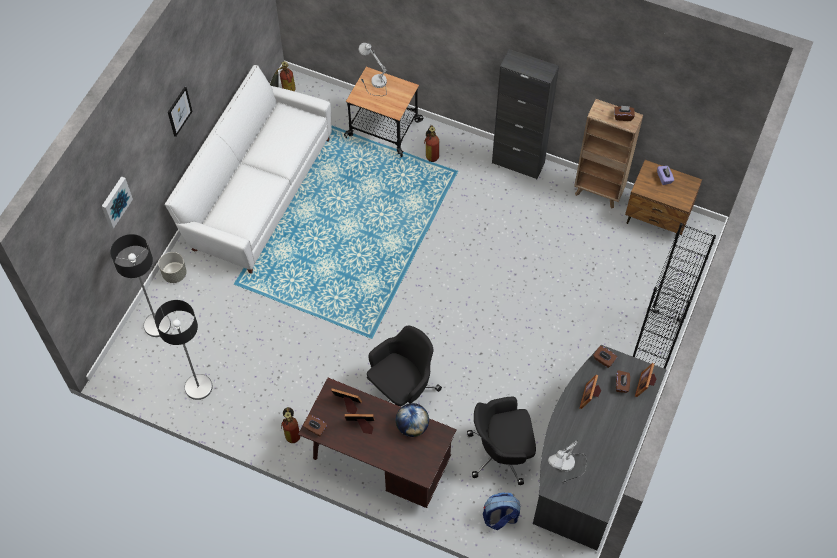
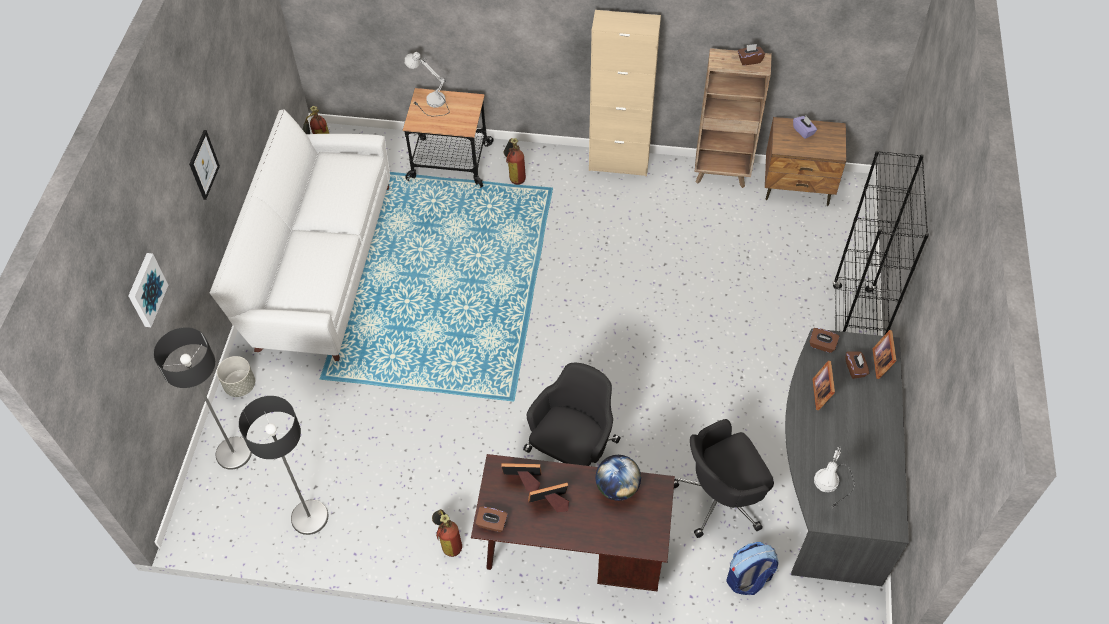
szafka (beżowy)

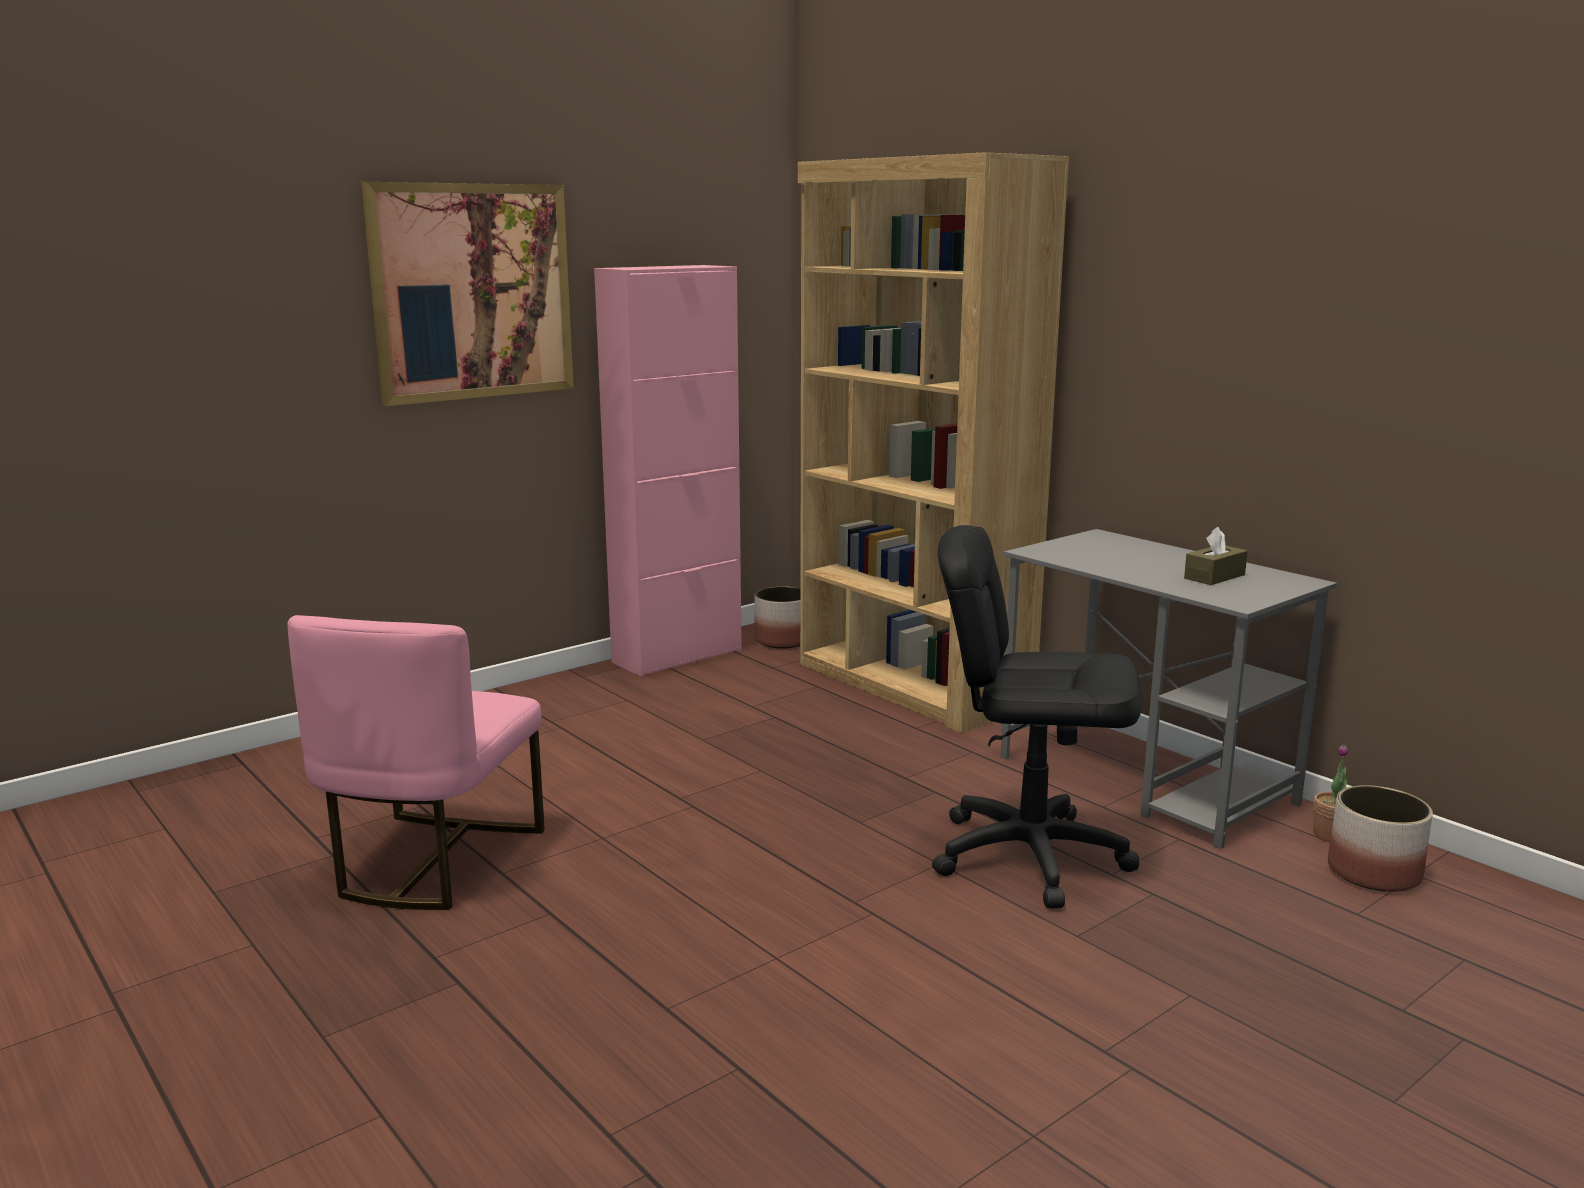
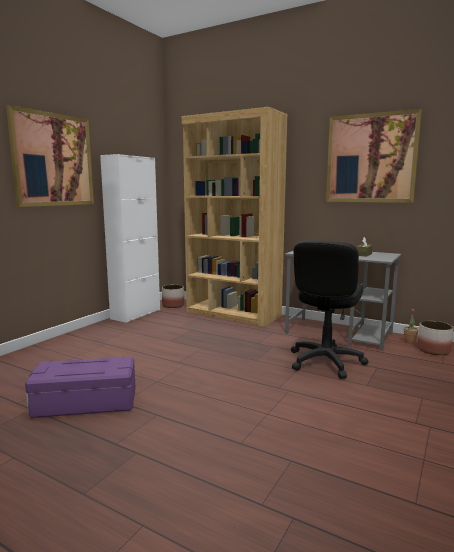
obraz (no. 2 from left)
pojemnik do przechowywania (fioletowy)
szafka (biały)
krzesło biurowe (czarny)

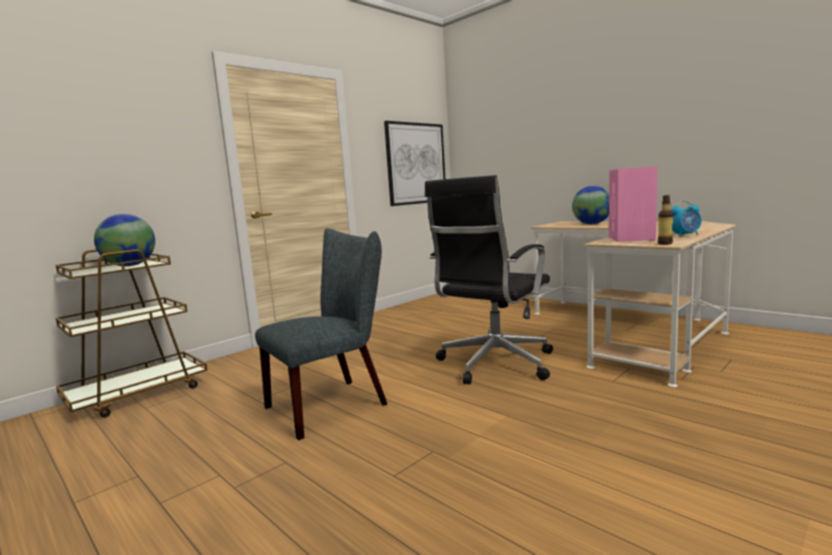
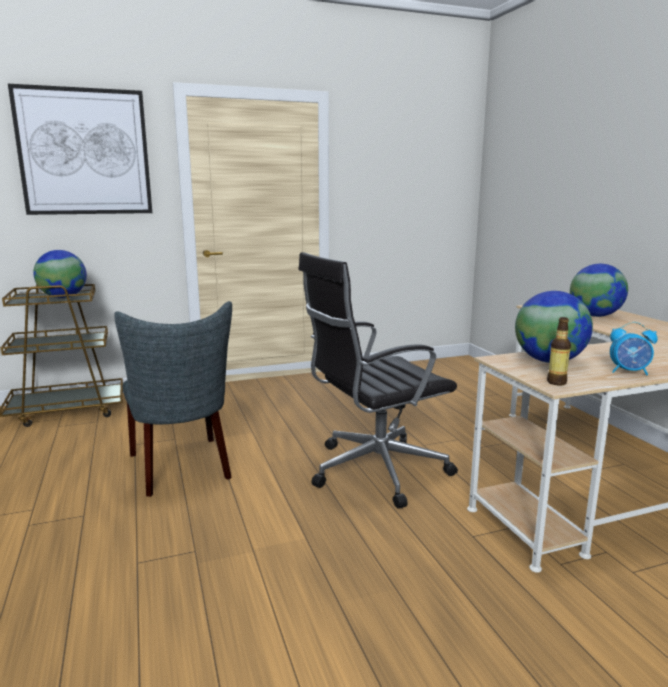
obraz
globus (no. 2 from left)
krzesło (szary)

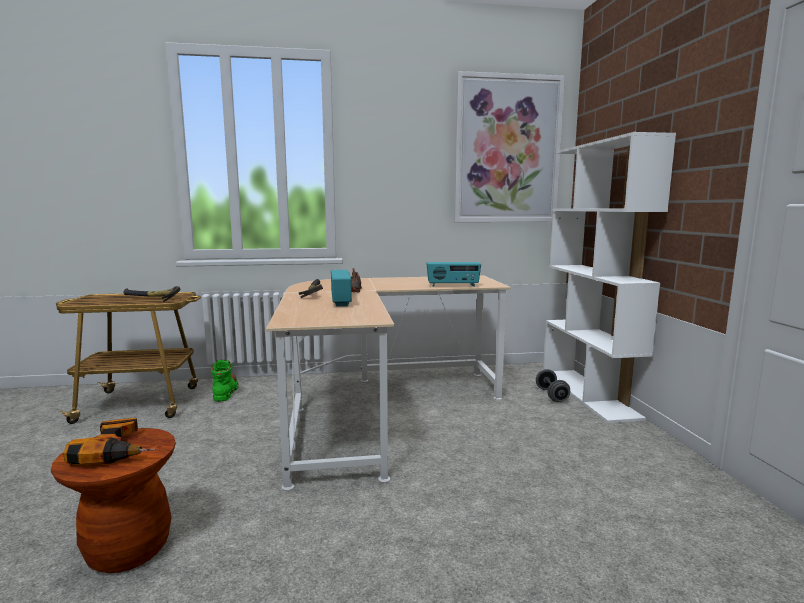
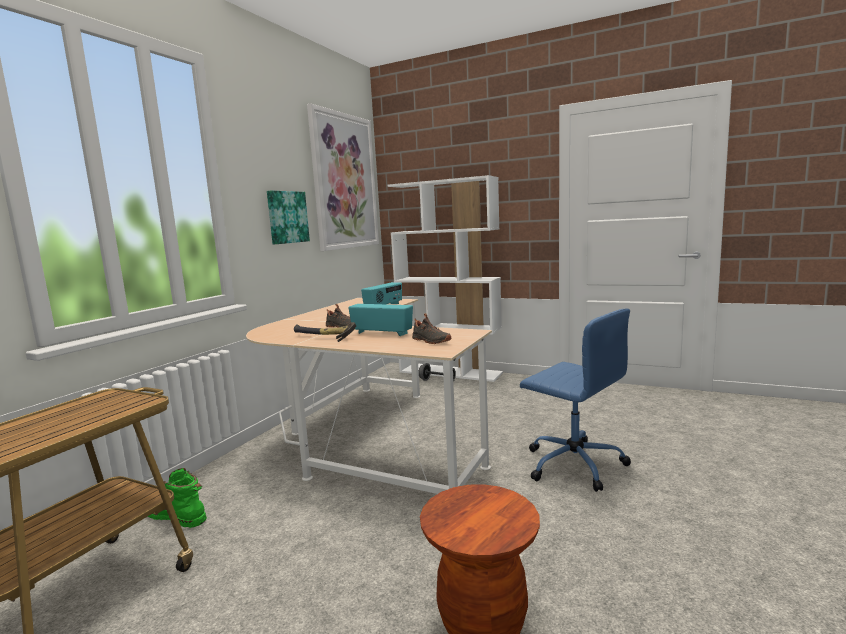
wiertarka
młotek (no. 1 from left in the first image)
obraz (no. 1 from left)
but (czarny) (no. 2 from left)
krzesło biurowe (niebieski)

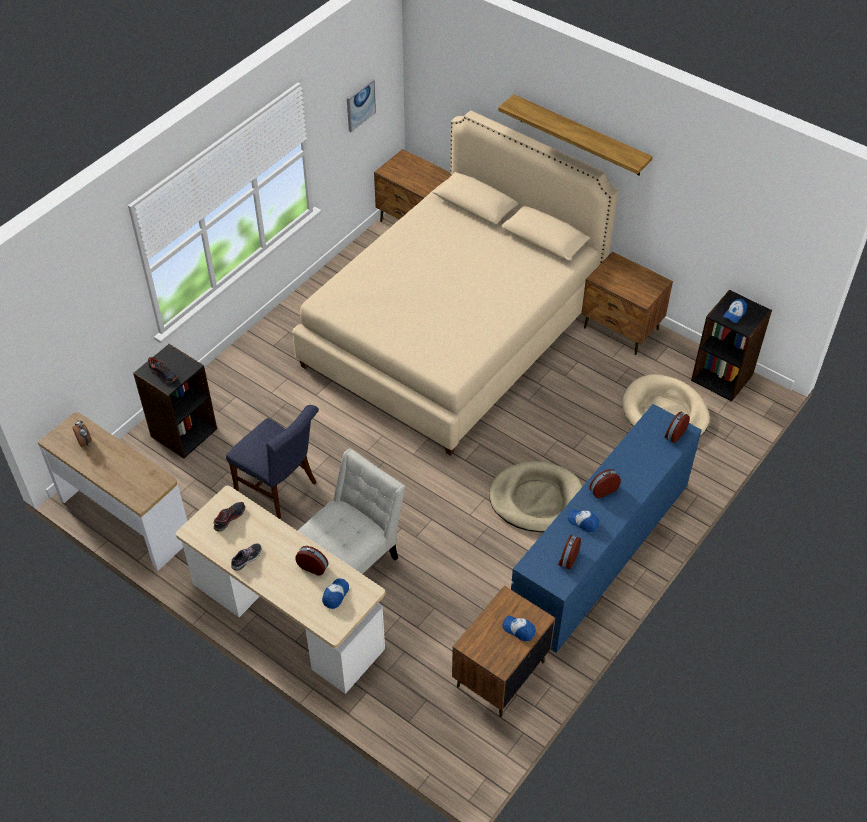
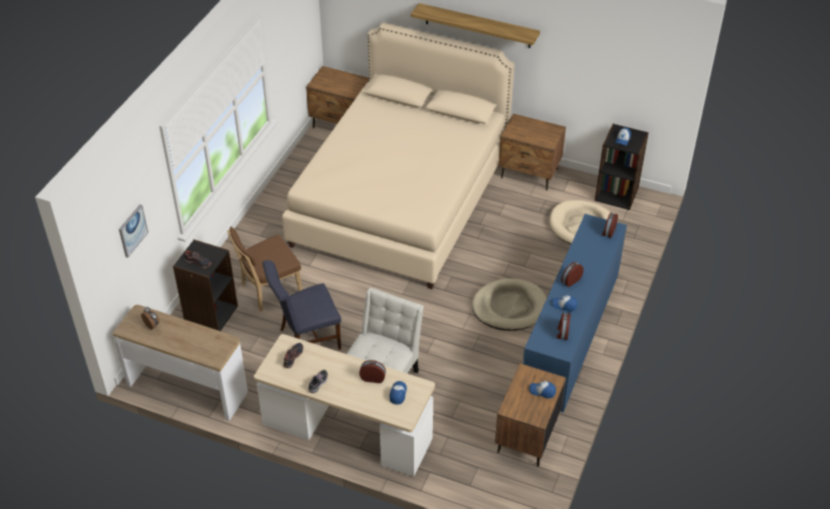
krzesło (brązowy)
obraz
krzesło (niebieski)

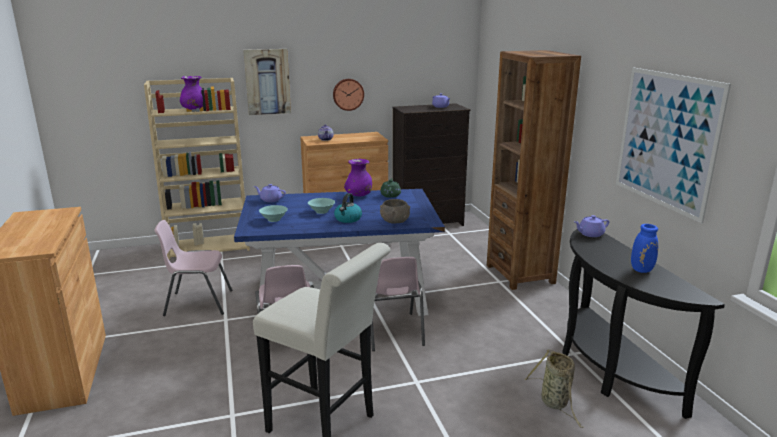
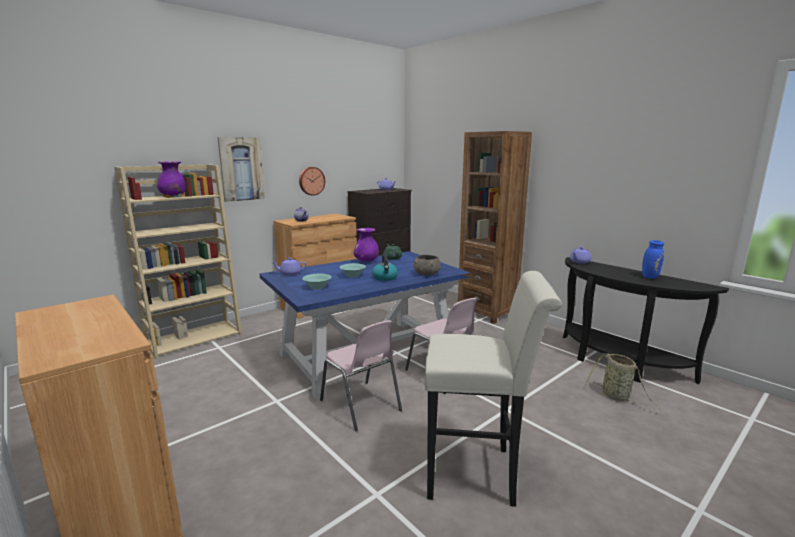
krzesło (różowy) (no. 1 from left in the first image)
obraz (no. 2 from left in the first image)

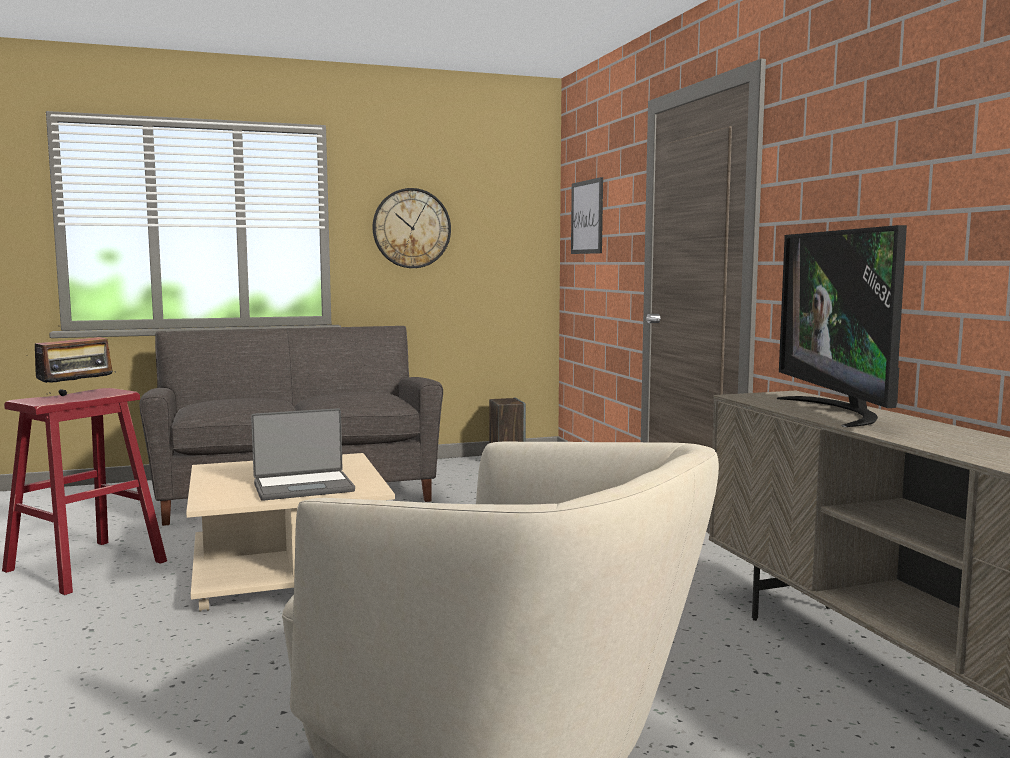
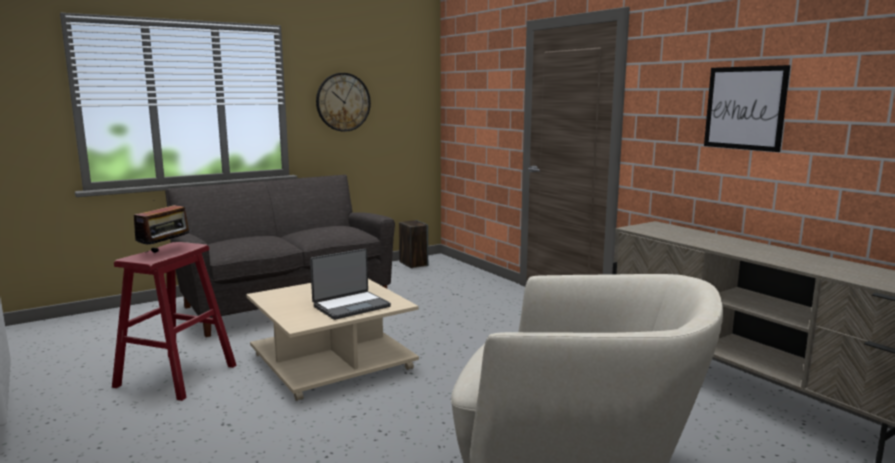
telewizor
obraz

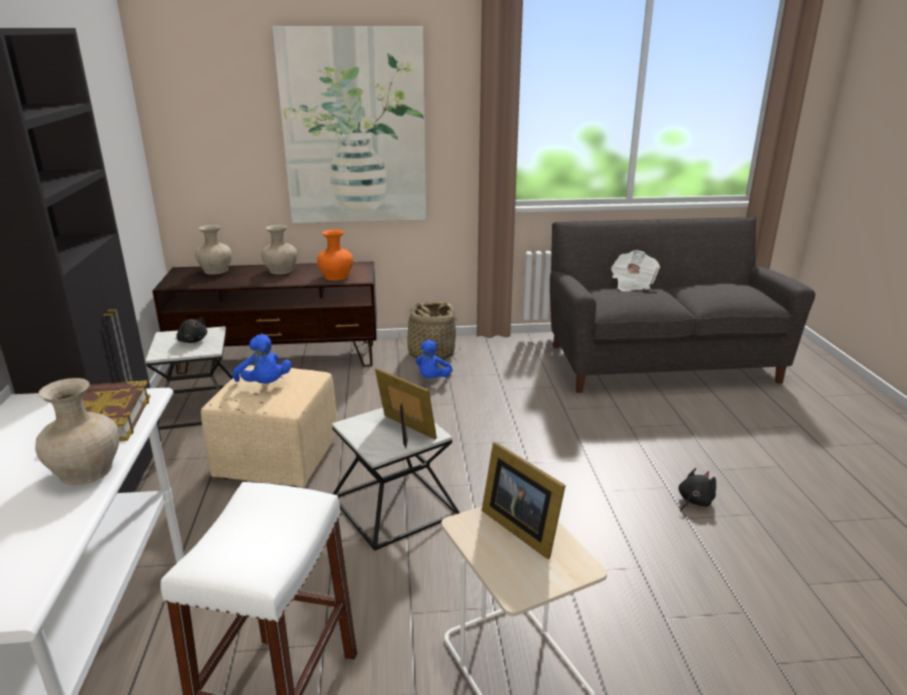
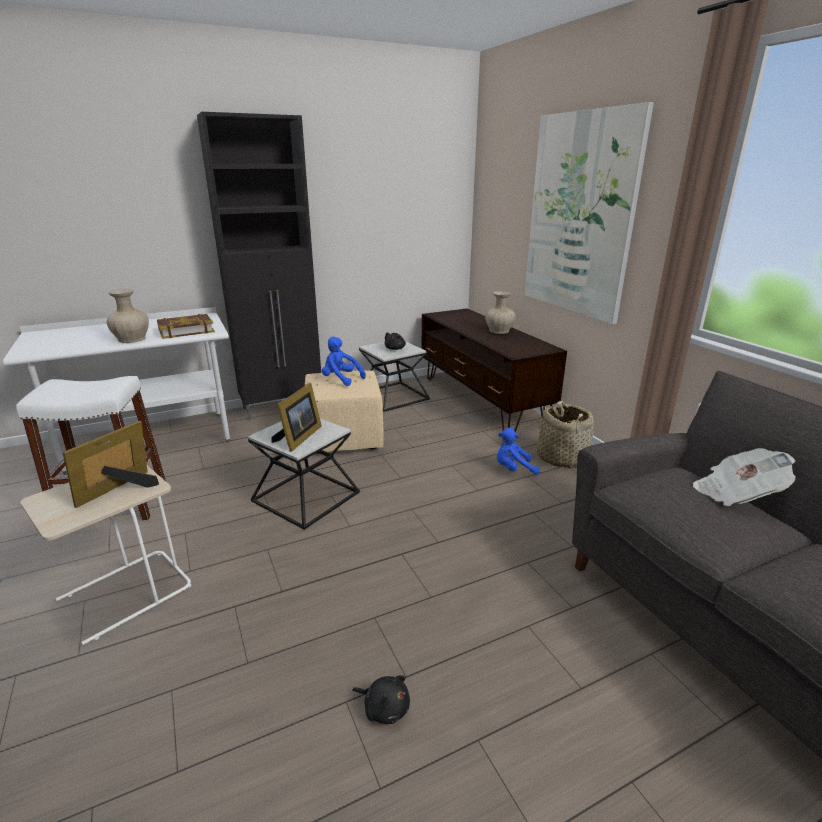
wazon (beżowy) (no. 2 from left in the first image)
wazon (pomarańczowy)
pluszak (niebieski) (no. 1 from left)

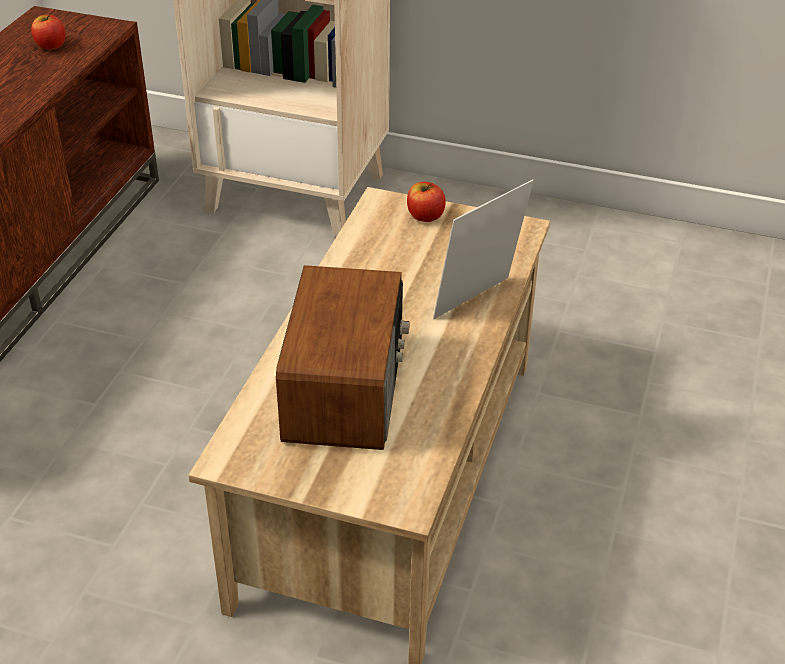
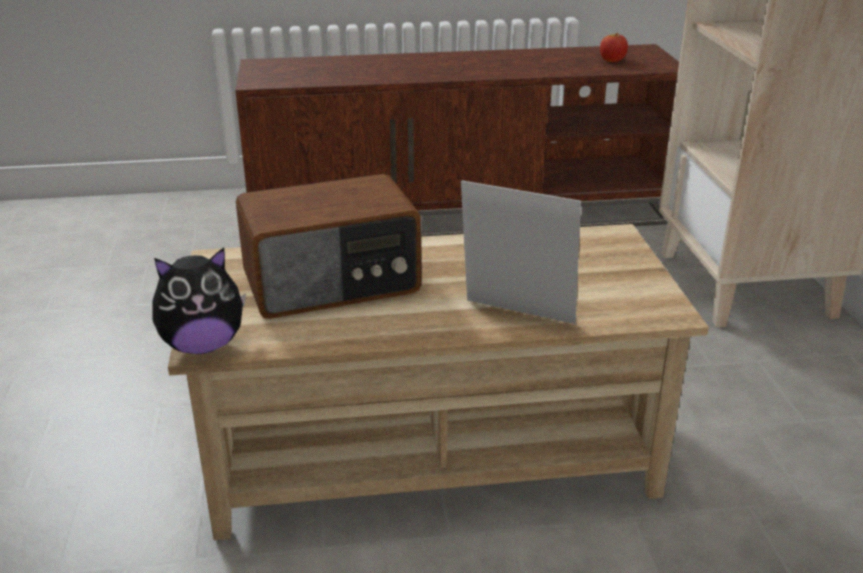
jabłko (no. 2 from left in the first image)
pluszak

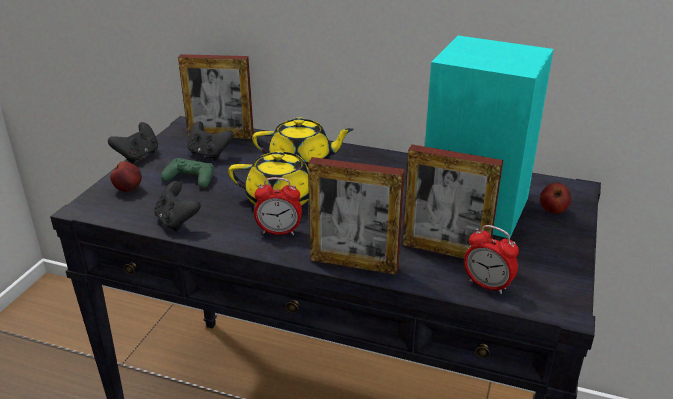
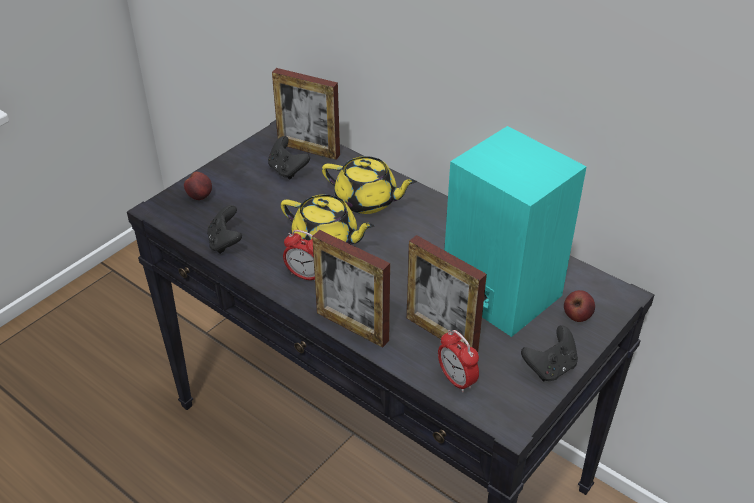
pad do gier (zielony)
pad do gier (czarny) (no. 3 from left)

